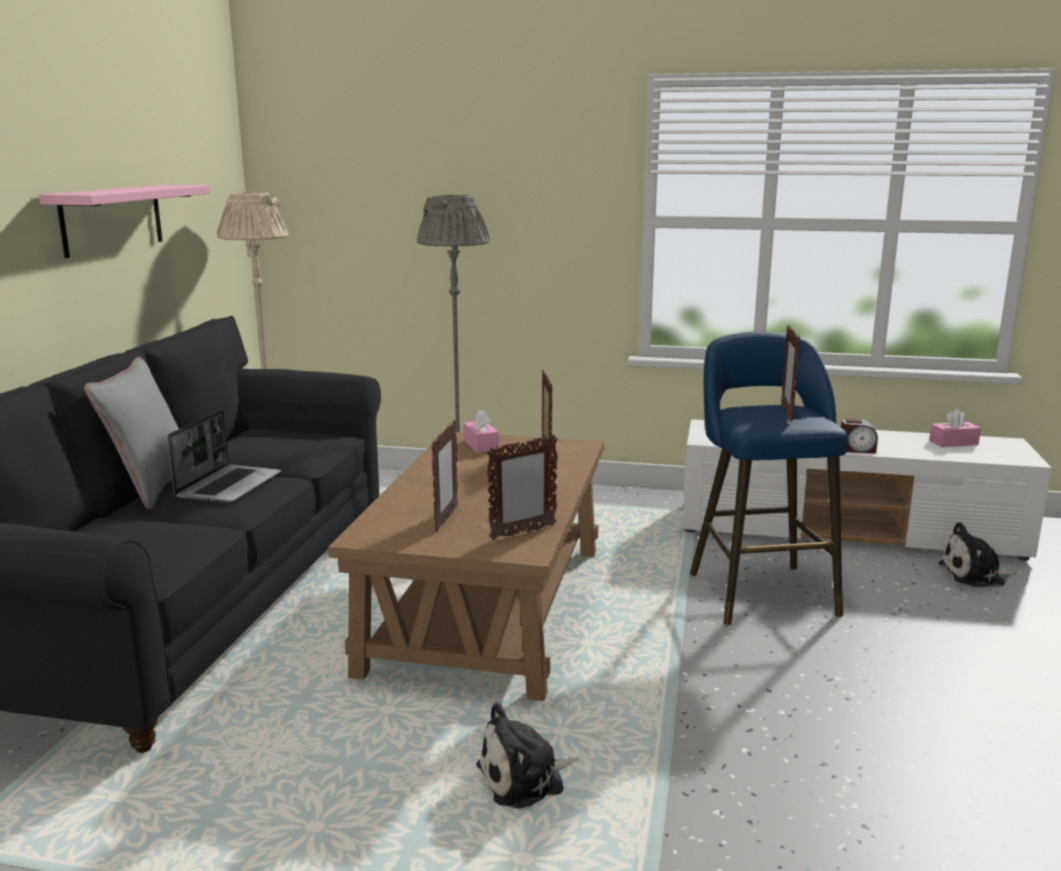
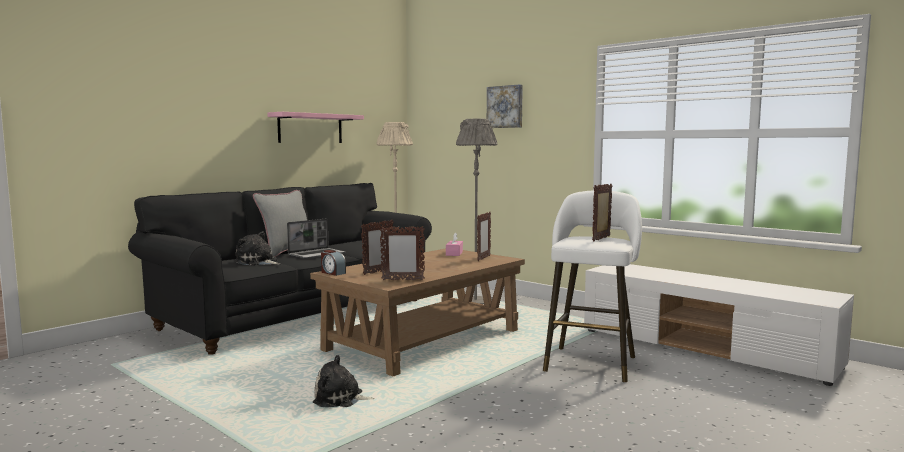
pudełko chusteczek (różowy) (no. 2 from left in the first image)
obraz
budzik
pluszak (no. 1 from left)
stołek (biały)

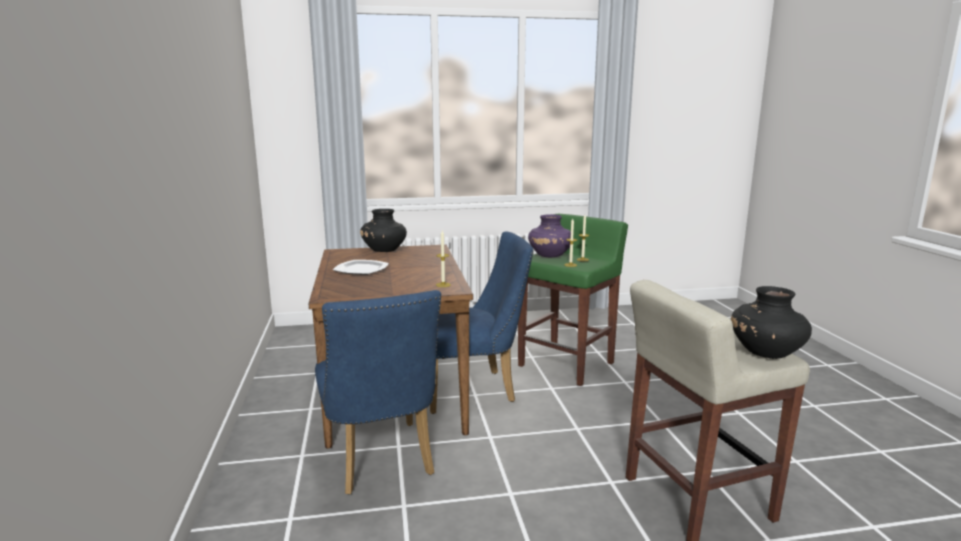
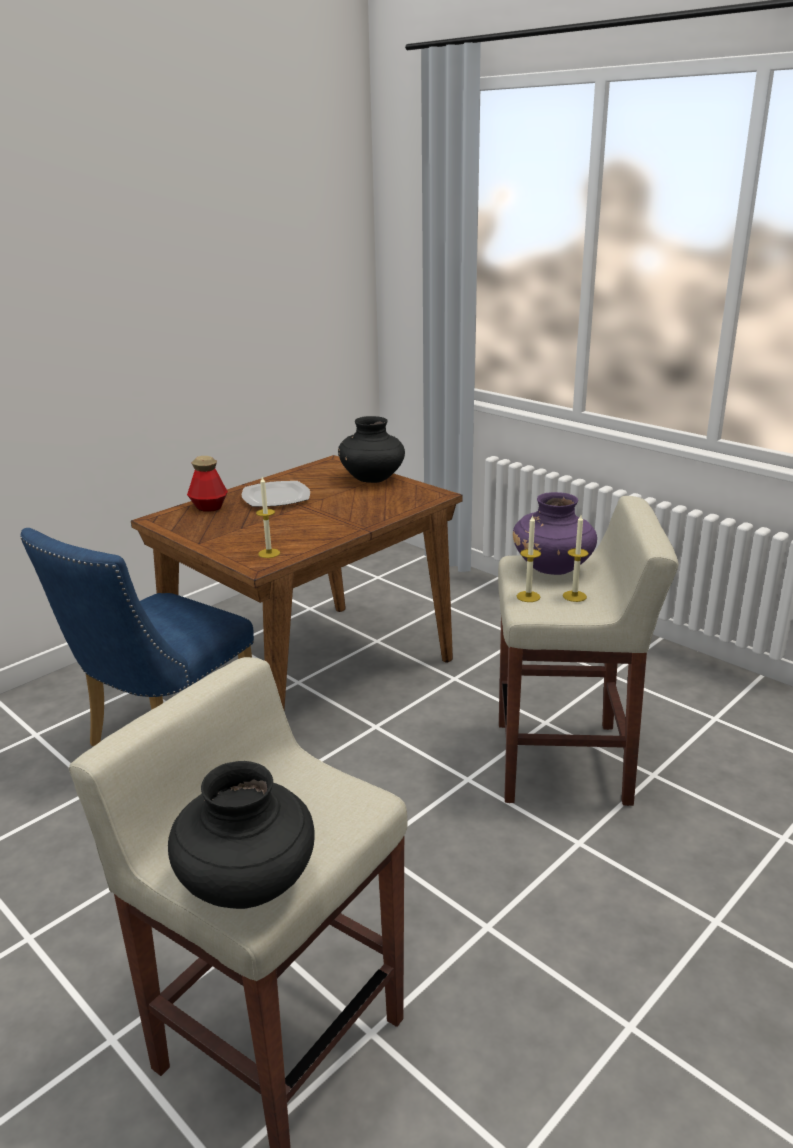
krzesło (niebieski) (no. 2 from left in the first image)
butelka
stołek (beżowy) (no. 2 from left)

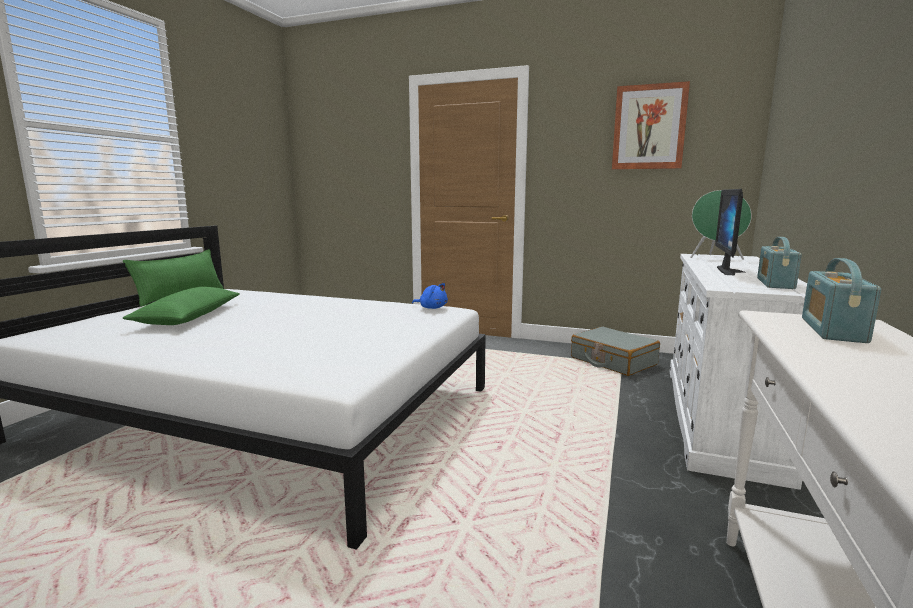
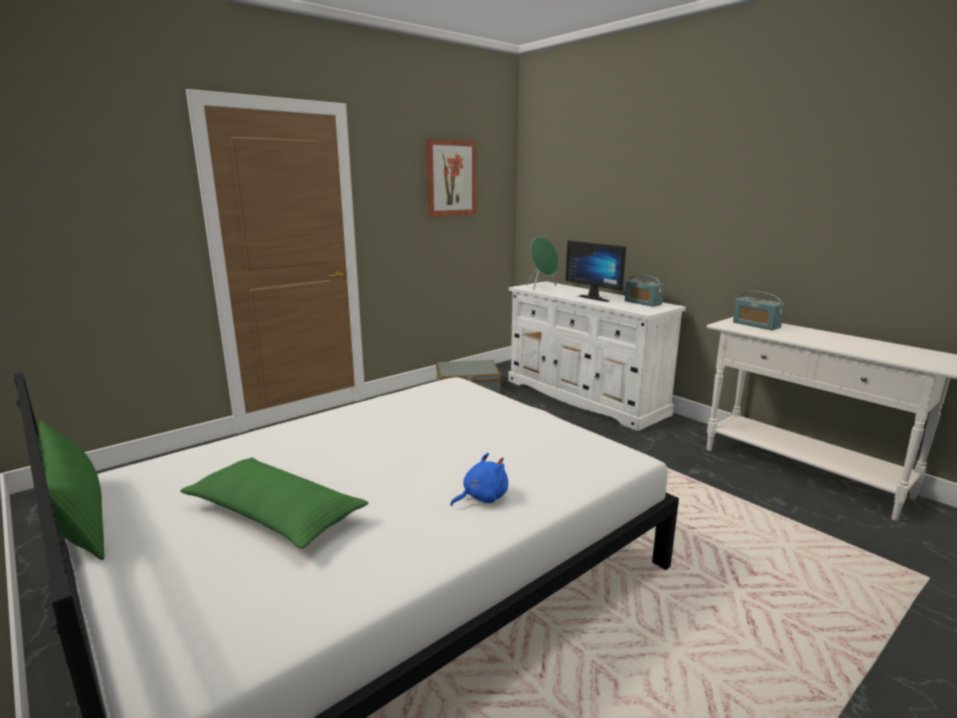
pluszak (niebieski)

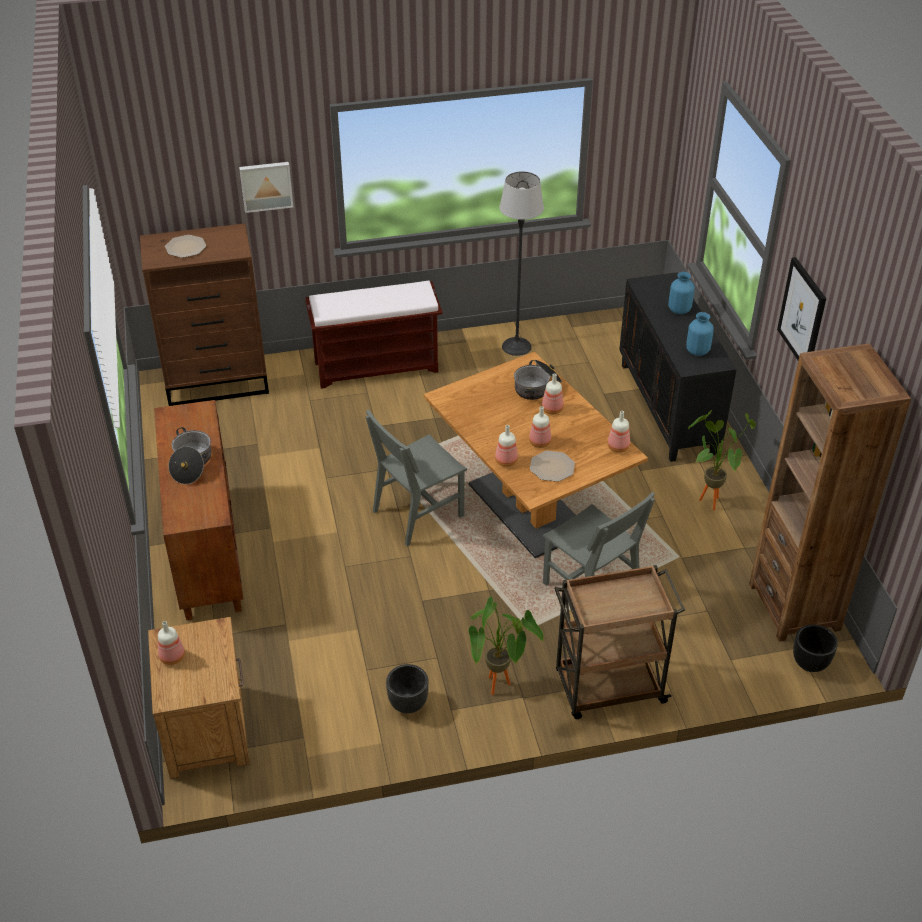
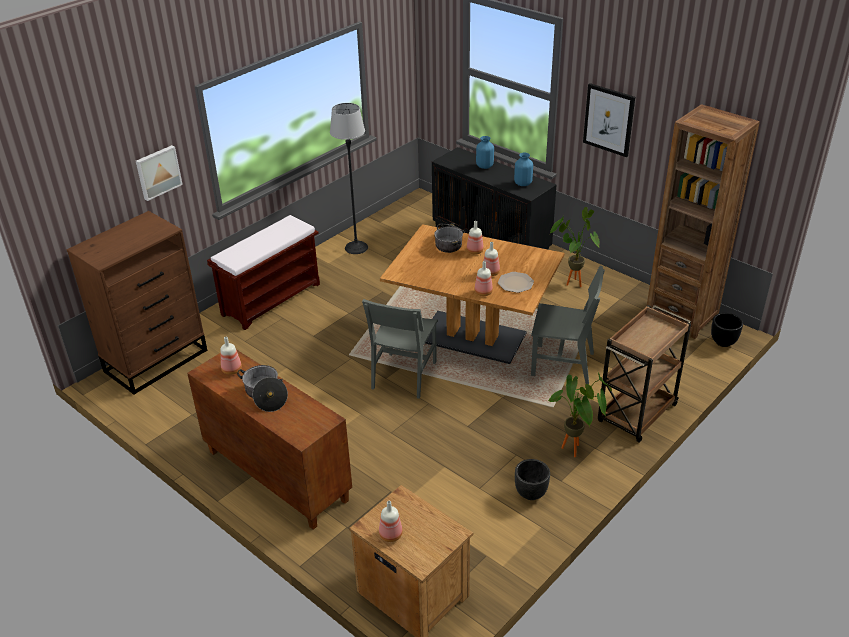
talerz (no. 1 from left in the first image)
butelka (no. 1 from left)

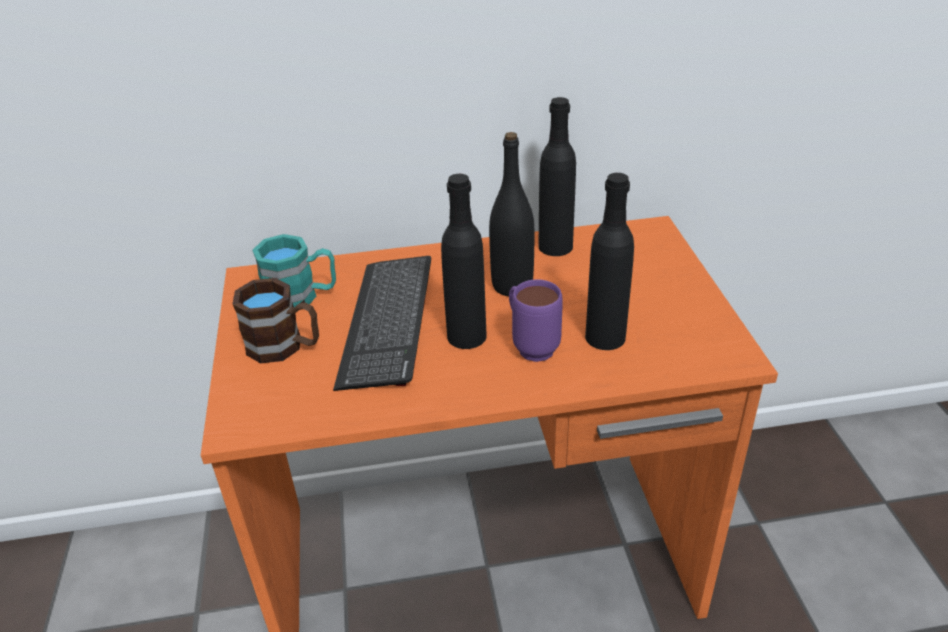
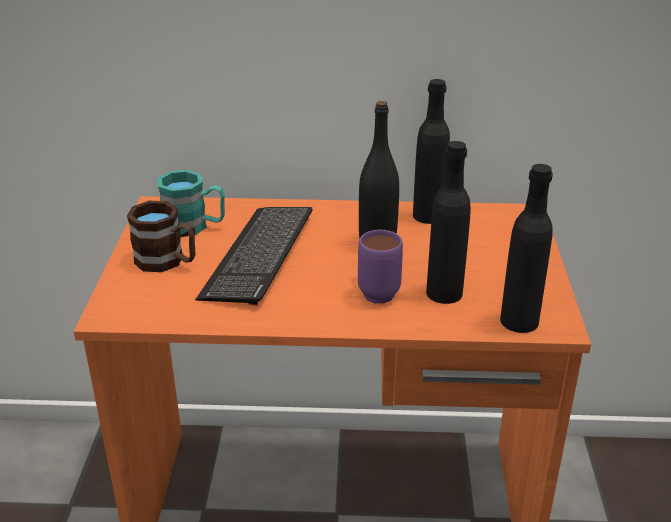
butelka (czarny) (no. 4 from left)

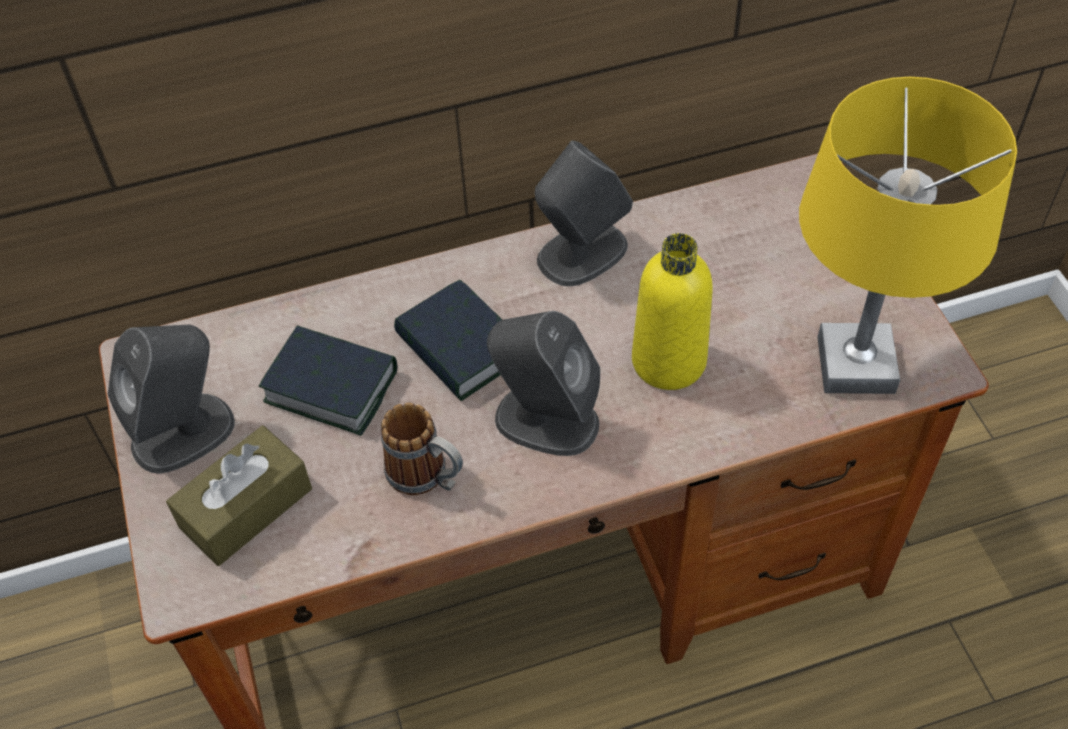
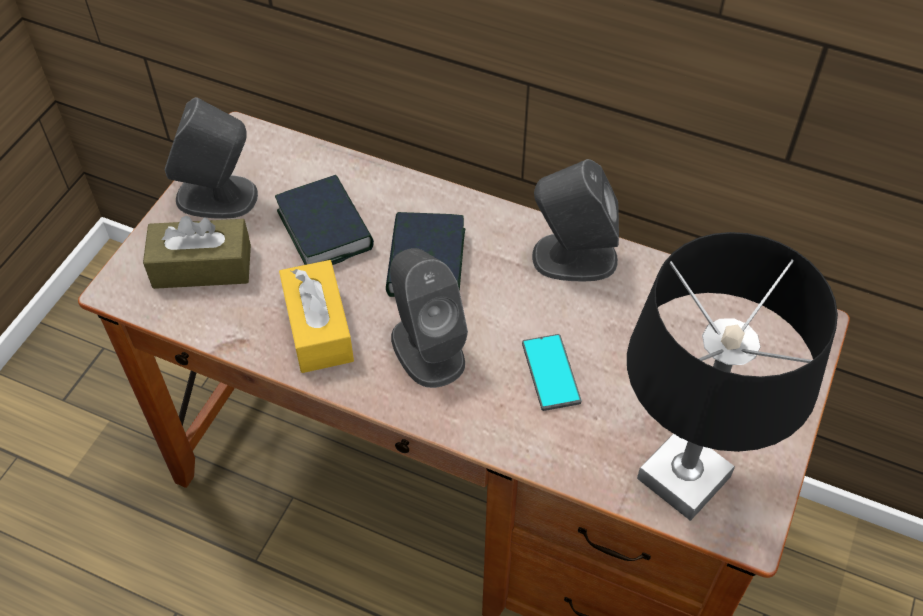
pudełko chusteczek (żółty)
telefon
lampa stołowa (czarny)

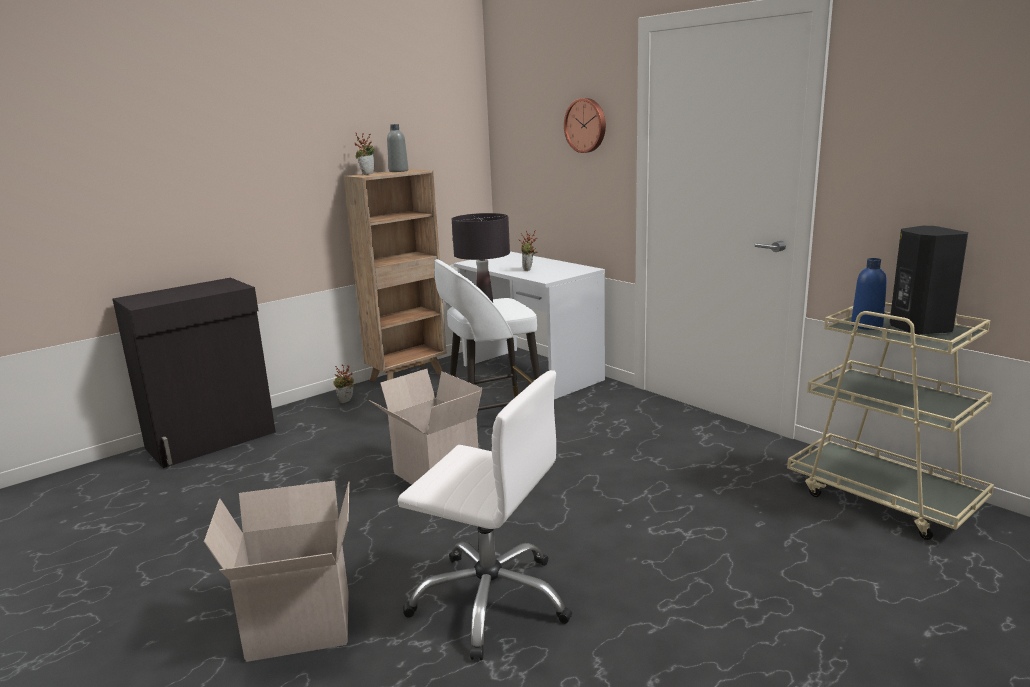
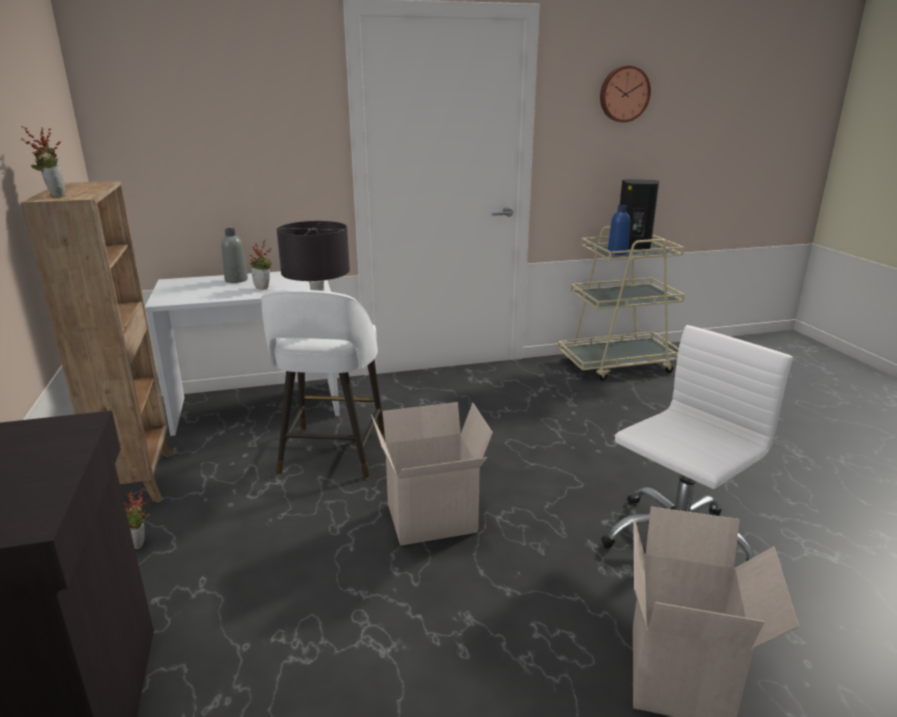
butelka (szary)
zegar ścienny

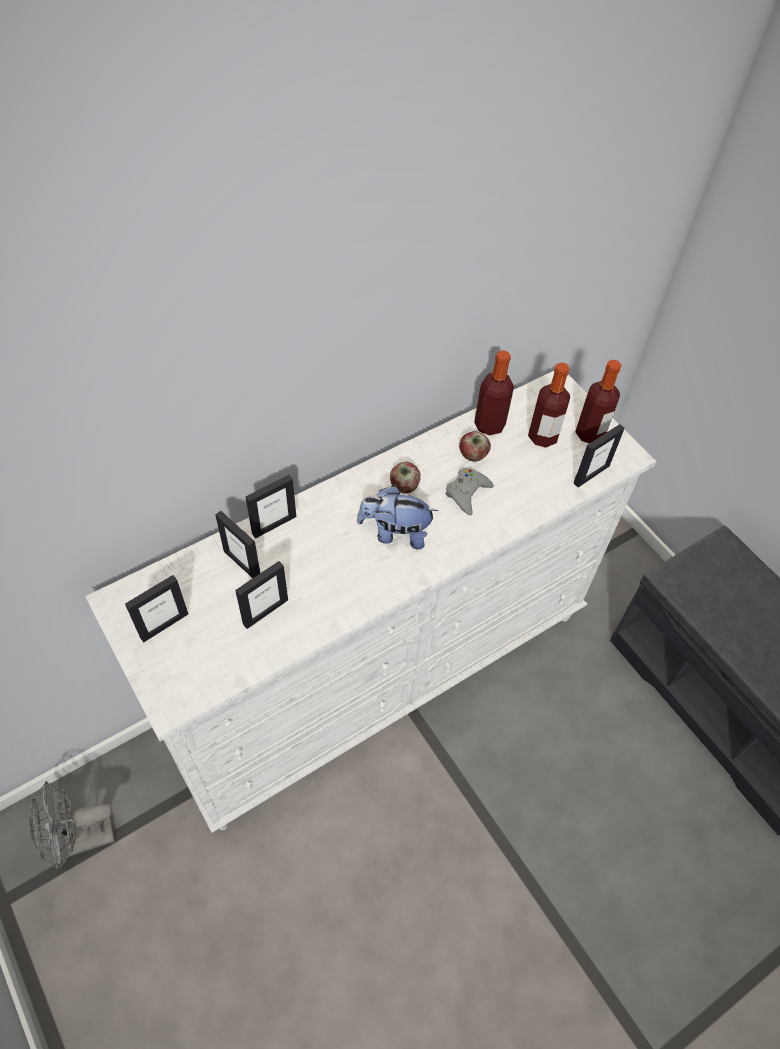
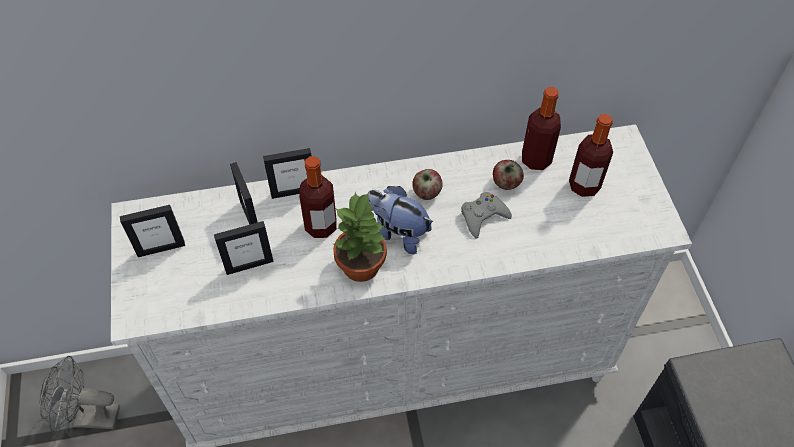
ramka na zdjęcie (no. 5 from left in the first image)
roślina doniczkowa
butelka (no. 1 from left)

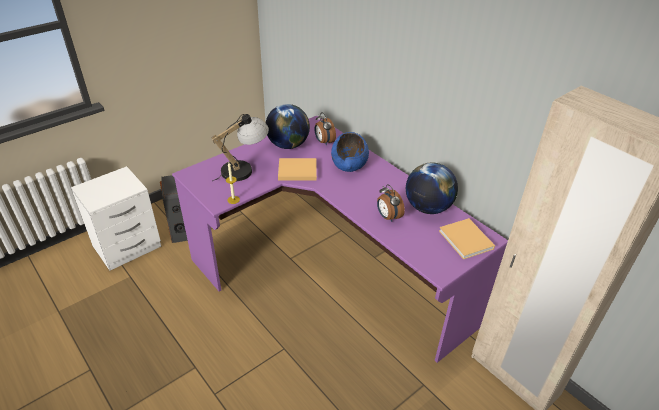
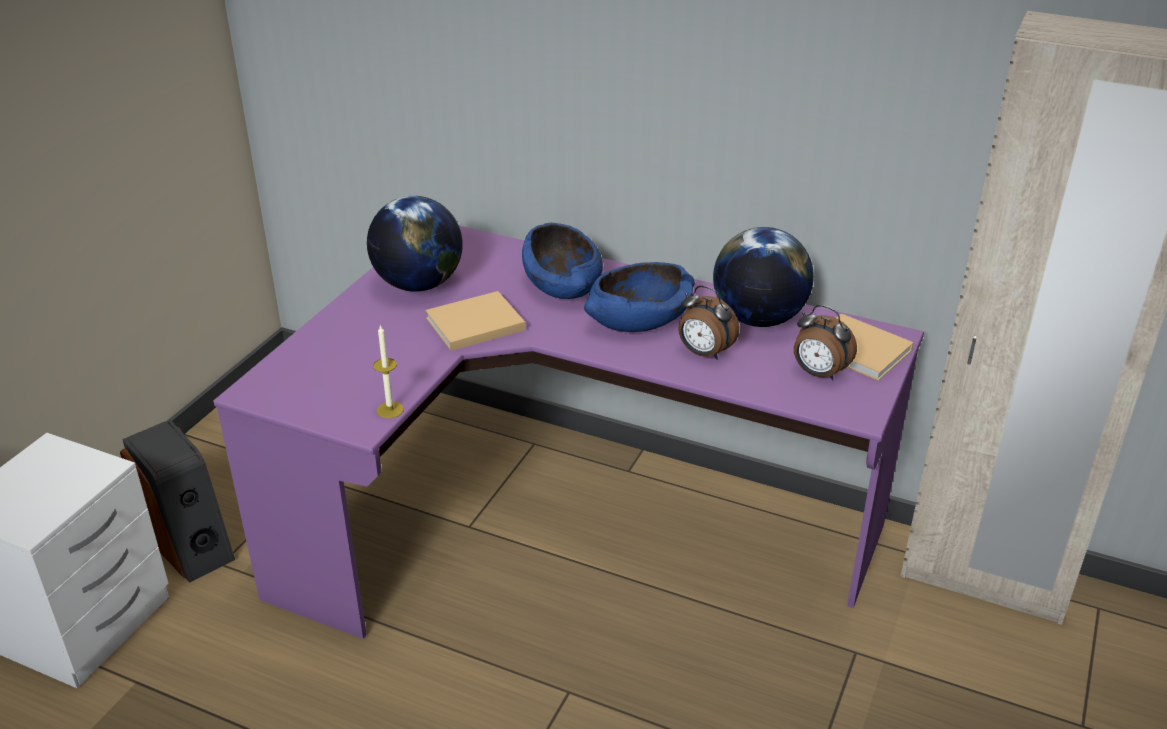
lampa stołowa
miska (niebieski) (no. 2 from left)
budzik (no. 2 from left)

